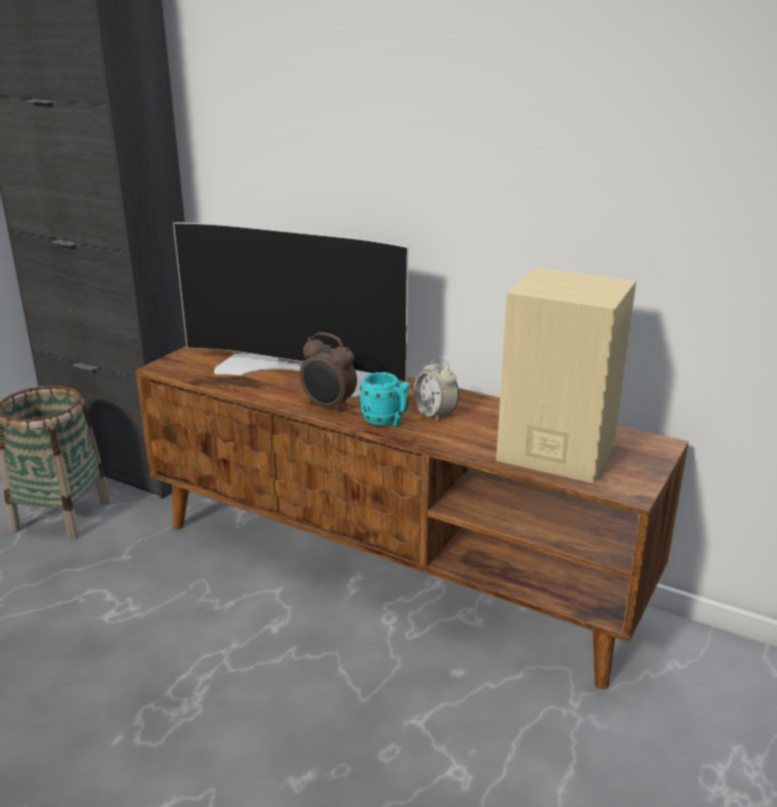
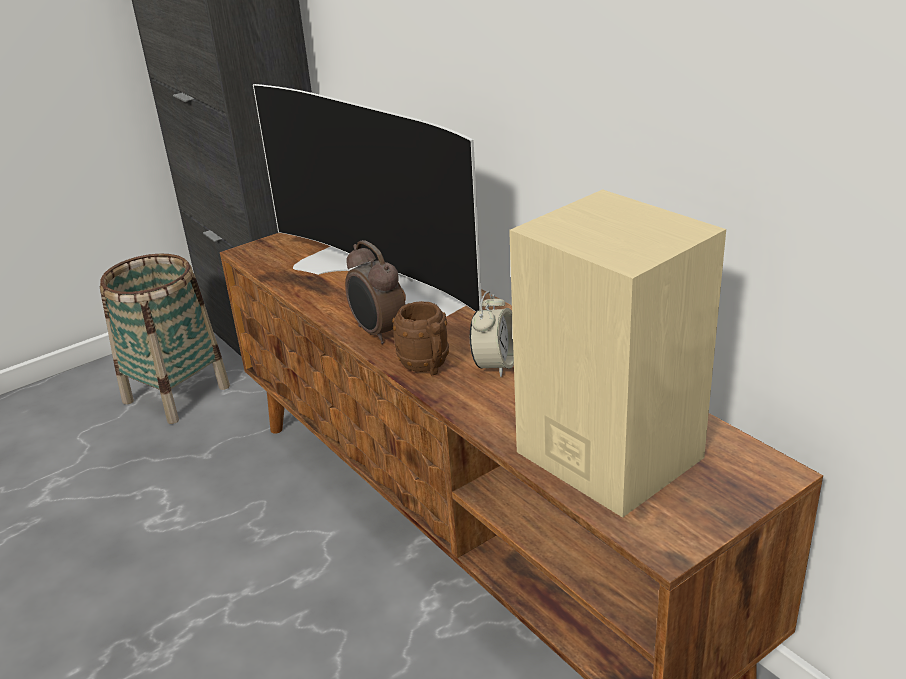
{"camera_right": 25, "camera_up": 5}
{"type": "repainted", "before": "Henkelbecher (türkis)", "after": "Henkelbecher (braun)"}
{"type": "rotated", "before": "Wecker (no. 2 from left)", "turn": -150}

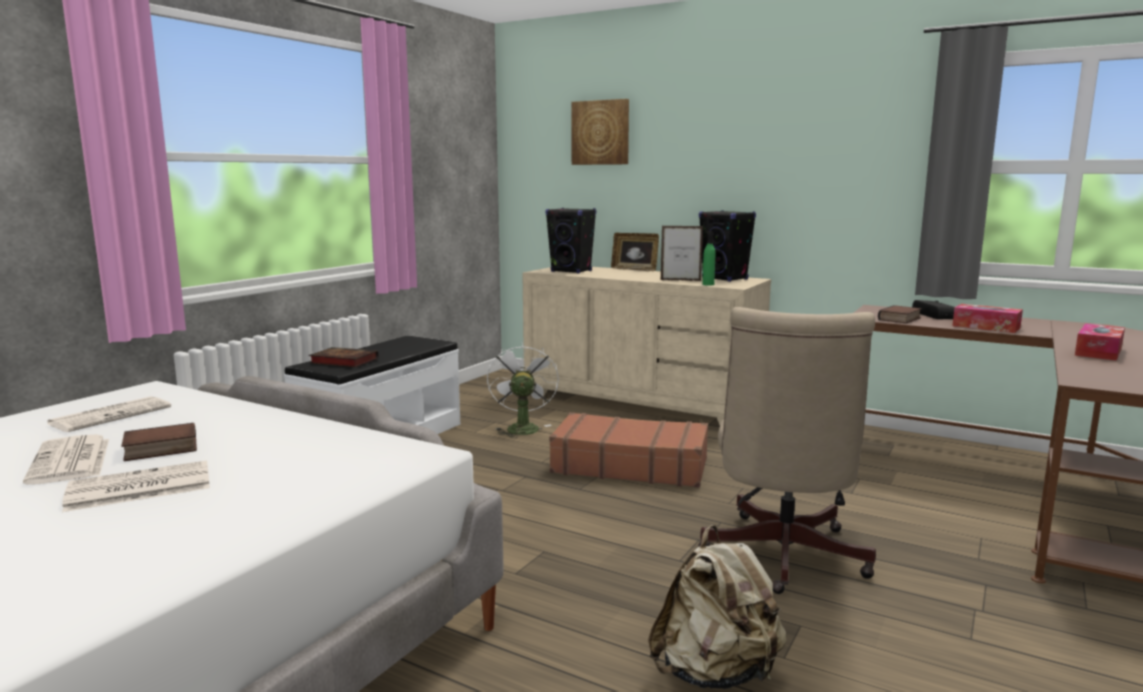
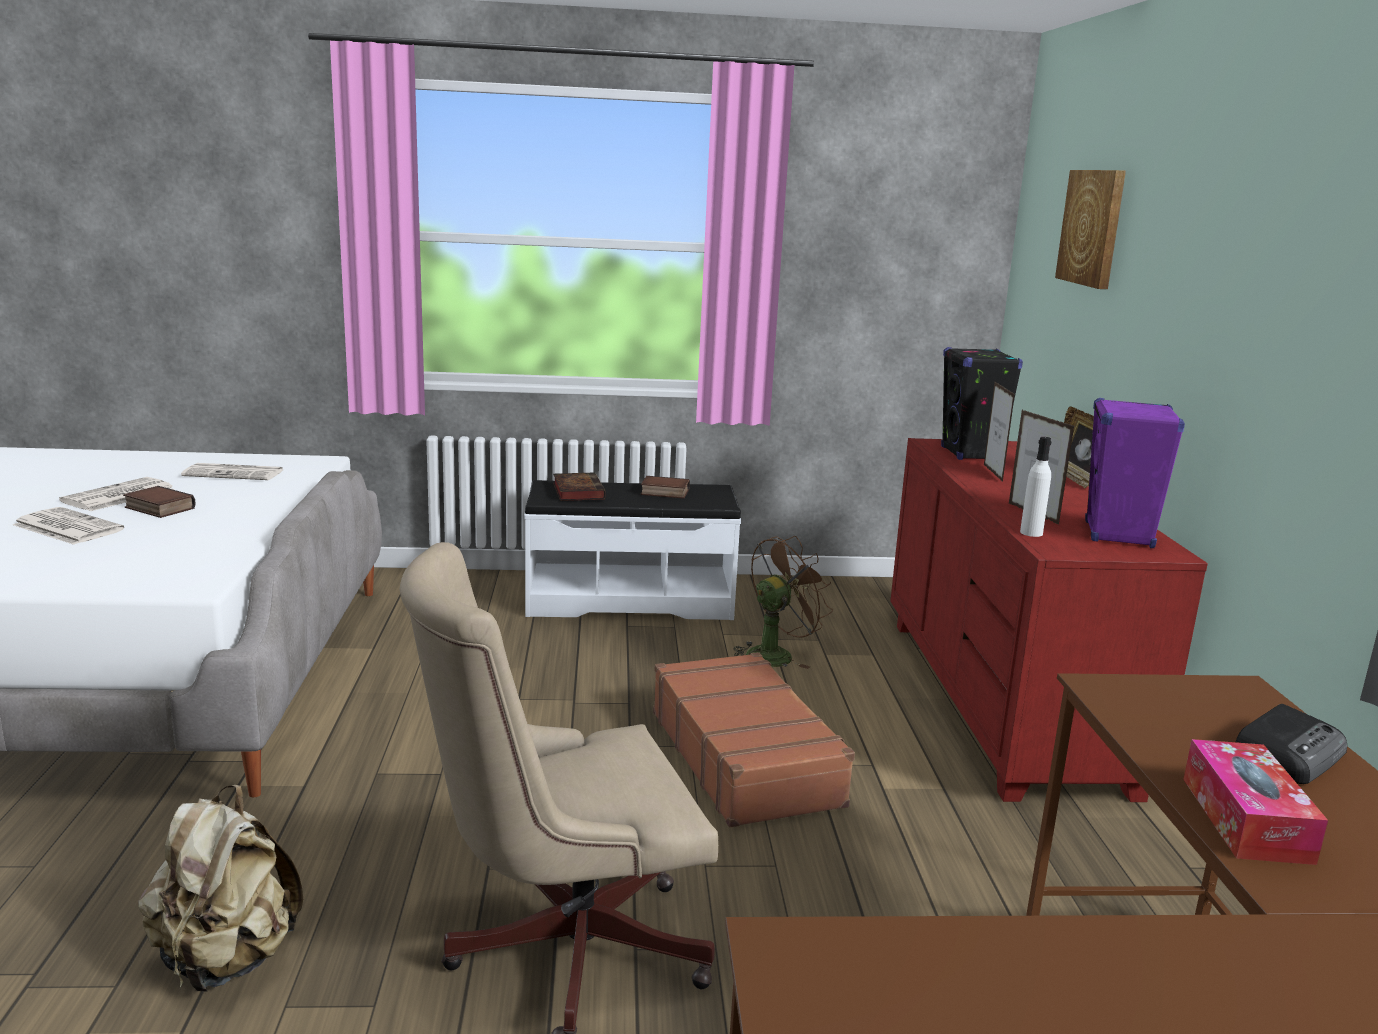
{"camera_right": 55, "camera_up": 5}
{"type": "shifted", "before": "Buch (no. 3 from left)"}
{"type": "repainted", "before": "Ventilator (weiß)", "after": "Ventilator (braun)"}
{"type": "repainted", "before": "Kommode (beige)", "after": "Kommode (rot)"}
{"type": "new", "after": "Bilderrahmen (no. 1 from left)"}
{"type": "repainted", "before": "Flasche (grün)", "after": "Flasche (weiß)"}
{"type": "repainted", "before": "Lautsprecher (schwarz) (no. 2 from left)", "after": "Lautsprecher (lila)"}
{"type": "gone", "before": "Taschentuchbox (no. 2 from left)"}

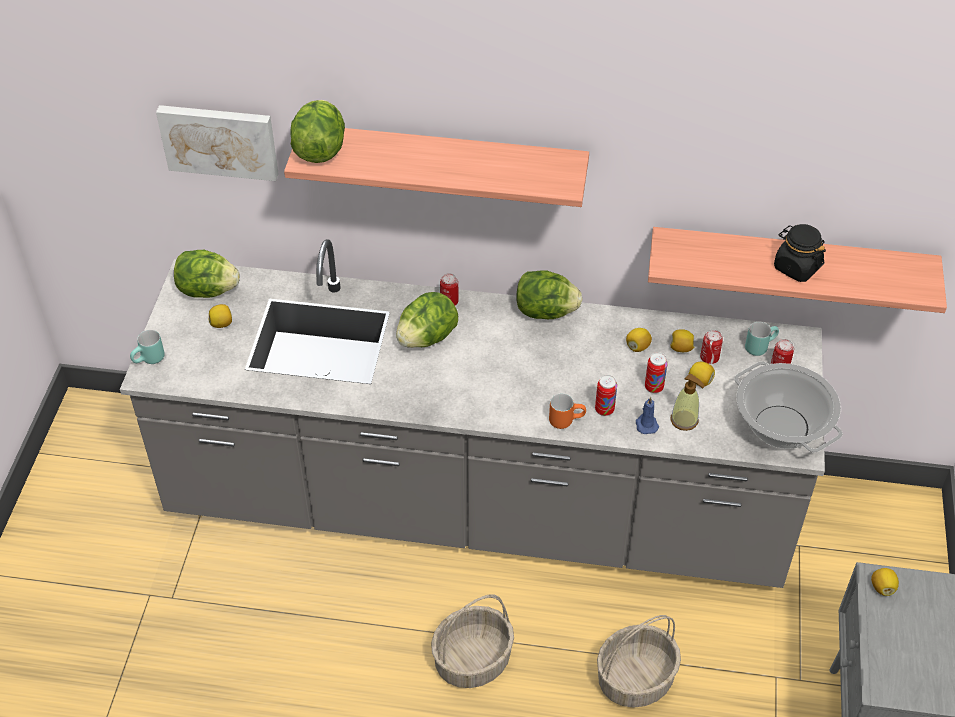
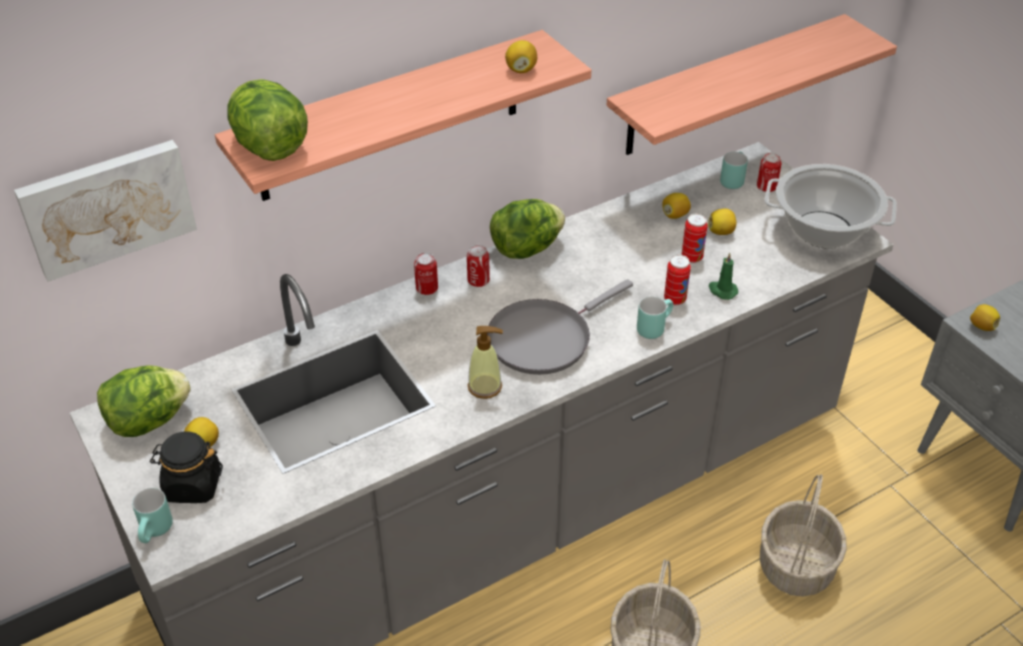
{"camera_right": -40, "camera_up": -5}
{"type": "shifted", "before": "Vorratsglas (schwarz)"}
{"type": "shifted", "before": "Dose (no. 4 from left in the first image)", "after": "Dose (no. 2 from left)"}
{"type": "shifted", "before": "Seifenspender"}
{"type": "new", "after": "Pfanne (grau)"}
{"type": "shifted", "before": "Zitrone (no. 2 from left)"}
{"type": "repainted", "before": "Henkelbecher (orange)", "after": "Henkelbecher (türkis) (no. 2 from left)"}
{"type": "repainted", "before": "Kerze (blau)", "after": "Kerze (grün)"}
{"type": "gone", "before": "Salatkopf (no. 3 from left)"}

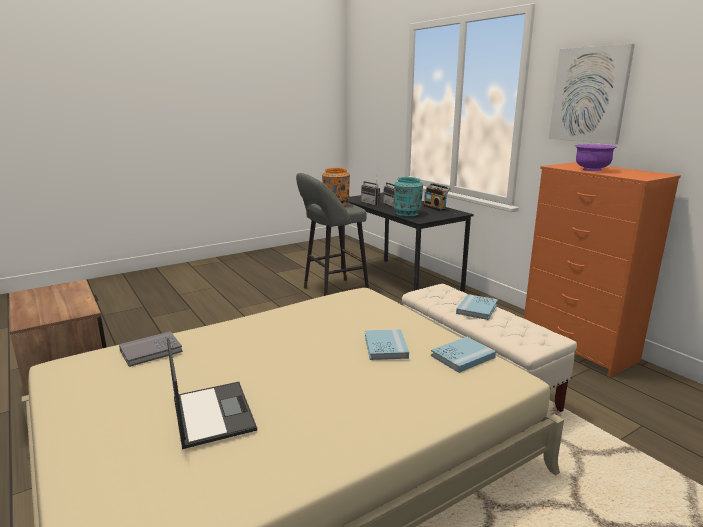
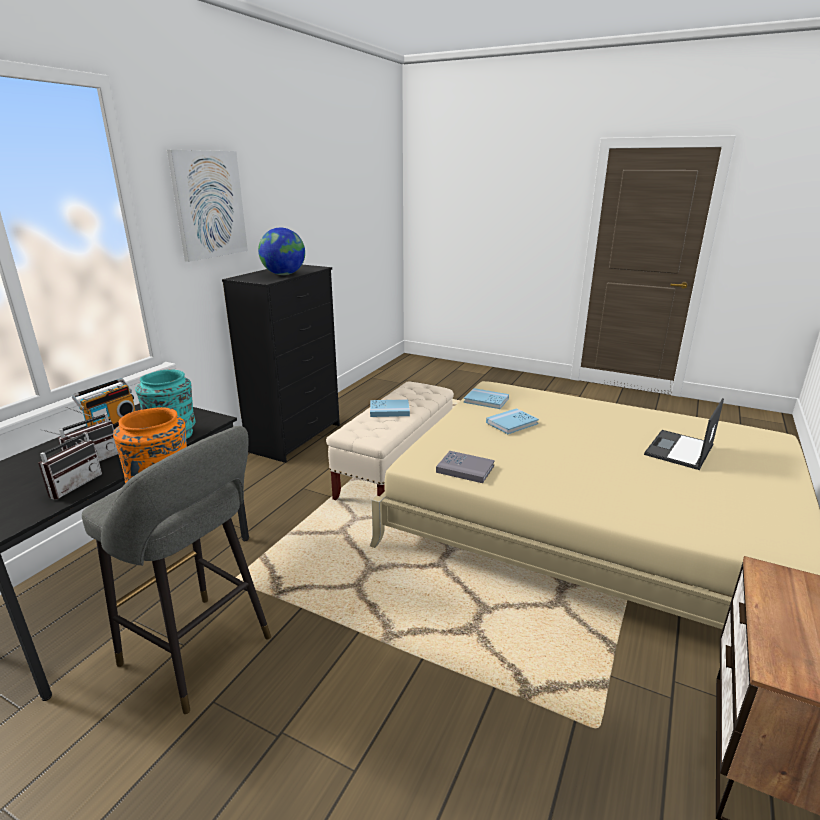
{"camera_right": -120, "camera_up": 5}
{"type": "repainted", "before": "Kommode (orange)", "after": "Kommode (schwarz)"}
{"type": "swapped", "before": "Schüssel (lila)", "after": "Globus"}
{"type": "shifted", "before": "Buch (grau)"}

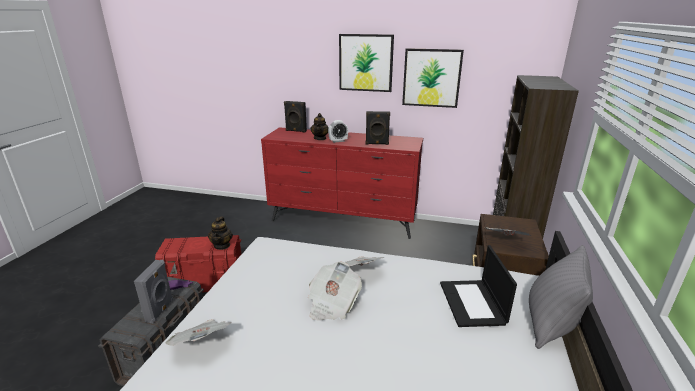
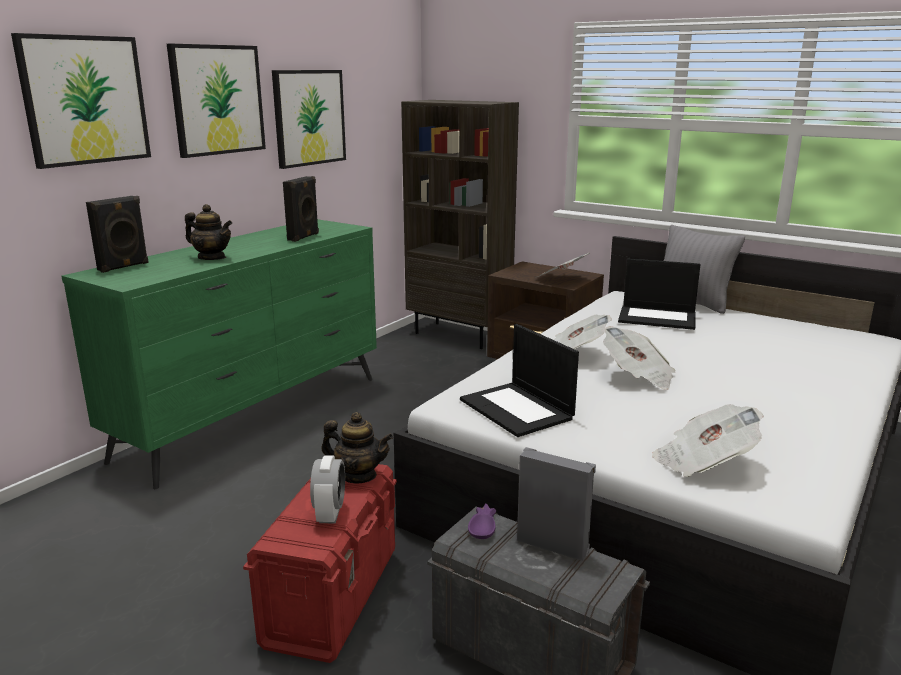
{"camera_right": -70, "camera_up": -5}
{"type": "new", "after": "Bild (no. 1 from left)"}
{"type": "repainted", "before": "Kommode (rot)", "after": "Kommode (grün)"}
{"type": "shifted", "before": "Wecker"}
{"type": "new", "after": "Laptop (no. 1 from left)"}

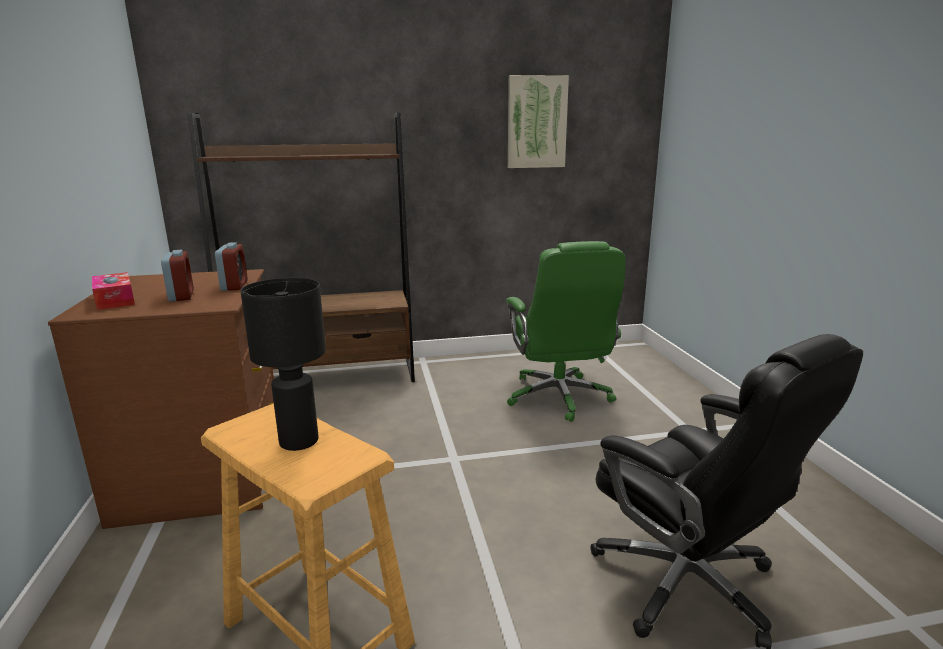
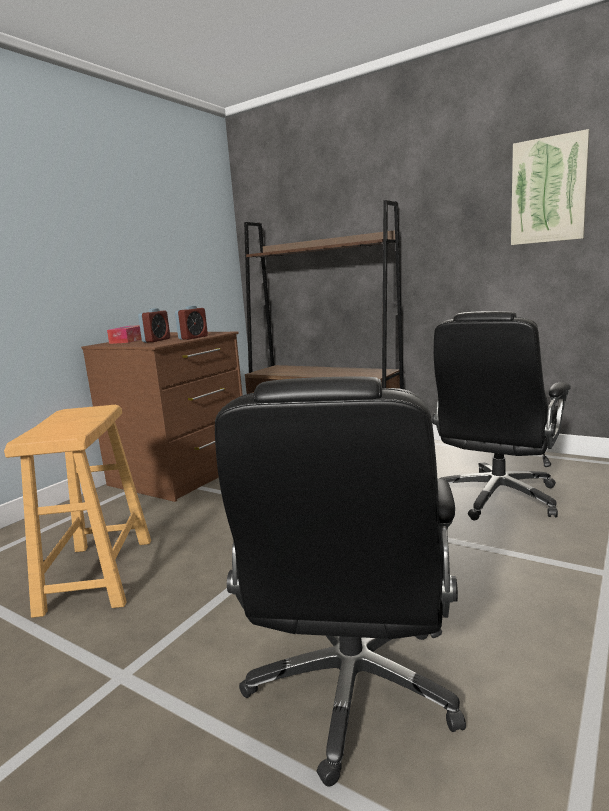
{"camera_right": 45, "camera_up": -5}
{"type": "repainted", "before": "Bürostuhl (grün)", "after": "Bürostuhl (schwarz) (no. 2 from left)"}
{"type": "gone", "before": "Tischlampe (schwarz)"}

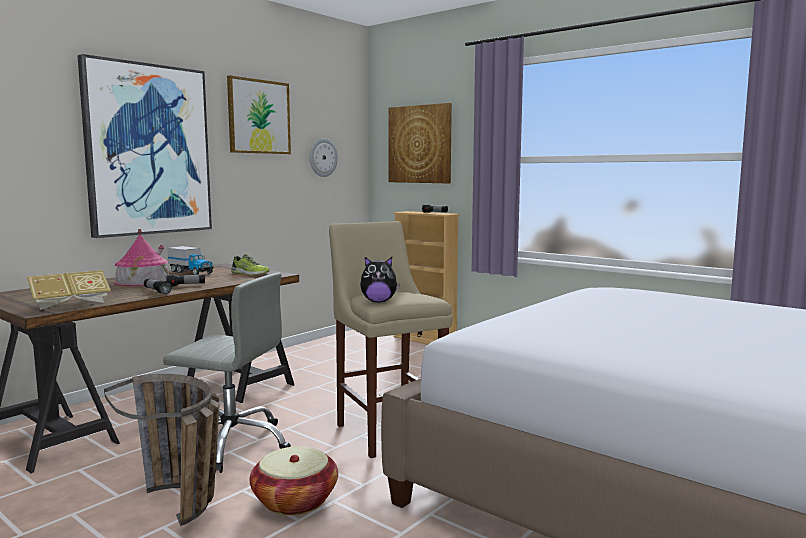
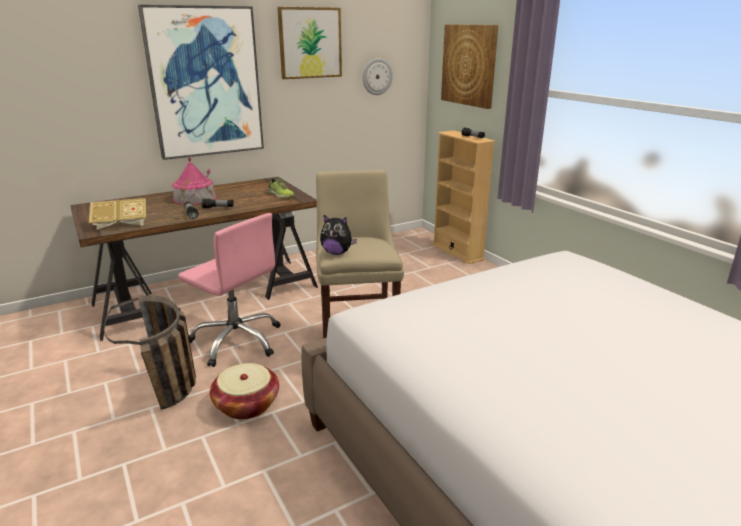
{"camera_right": 20, "camera_up": 15}
{"type": "repainted", "before": "Bürostuhl (grau)", "after": "Bürostuhl (rosa)"}
{"type": "gone", "before": "Spielzeuglaster"}

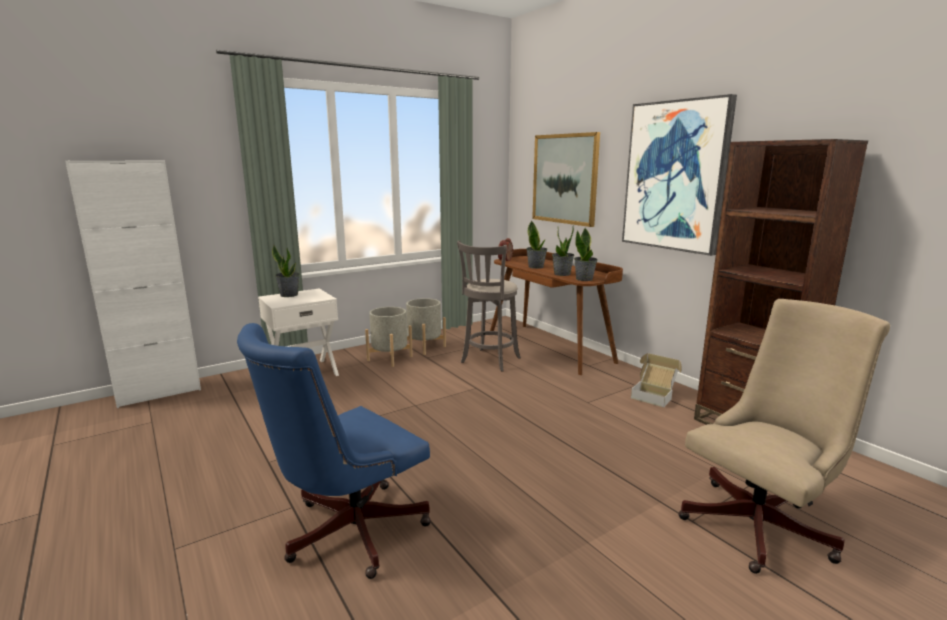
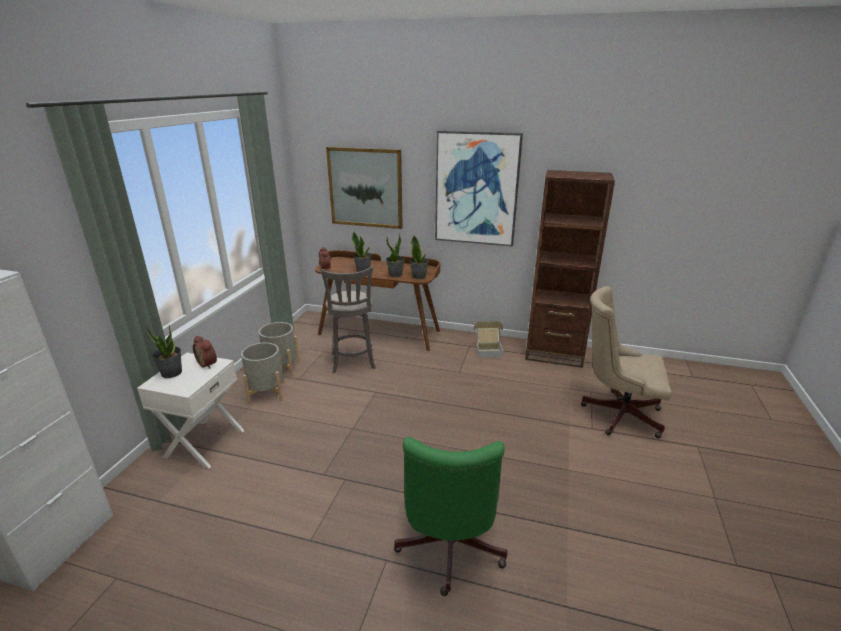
{"camera_right": -40, "camera_up": 10}
{"type": "new", "after": "Wecker (no. 1 from left)"}
{"type": "repainted", "before": "Bürostuhl (blau)", "after": "Bürostuhl (grün)"}
{"type": "rotated", "before": "Bürostuhl (beige)", "turn": -90}

